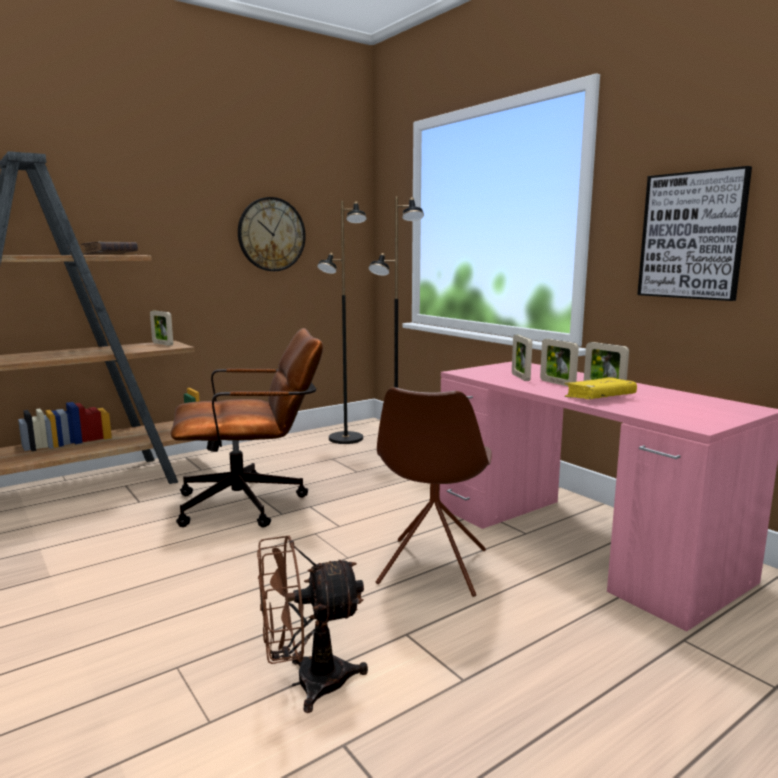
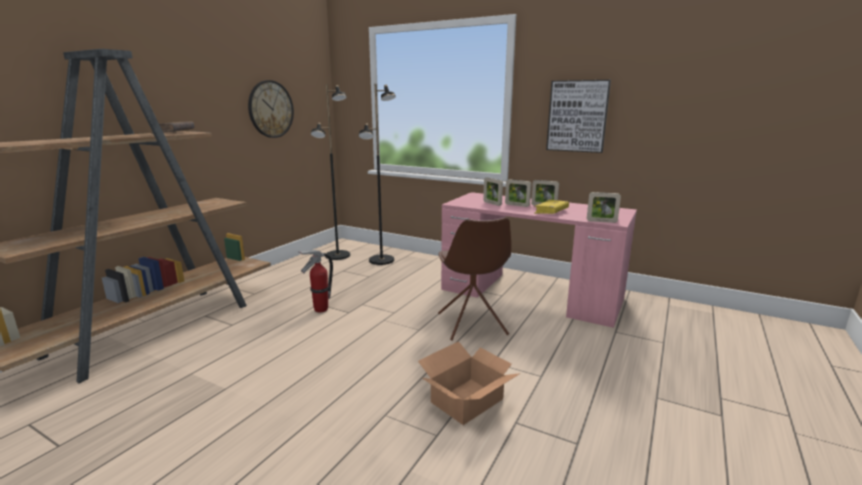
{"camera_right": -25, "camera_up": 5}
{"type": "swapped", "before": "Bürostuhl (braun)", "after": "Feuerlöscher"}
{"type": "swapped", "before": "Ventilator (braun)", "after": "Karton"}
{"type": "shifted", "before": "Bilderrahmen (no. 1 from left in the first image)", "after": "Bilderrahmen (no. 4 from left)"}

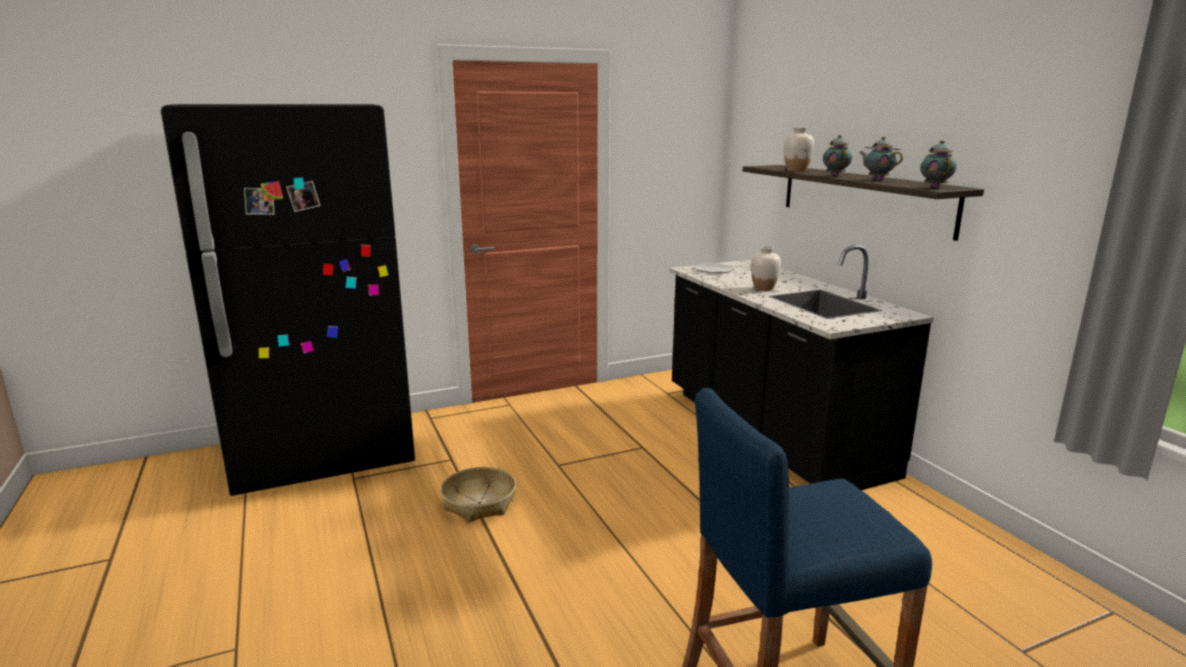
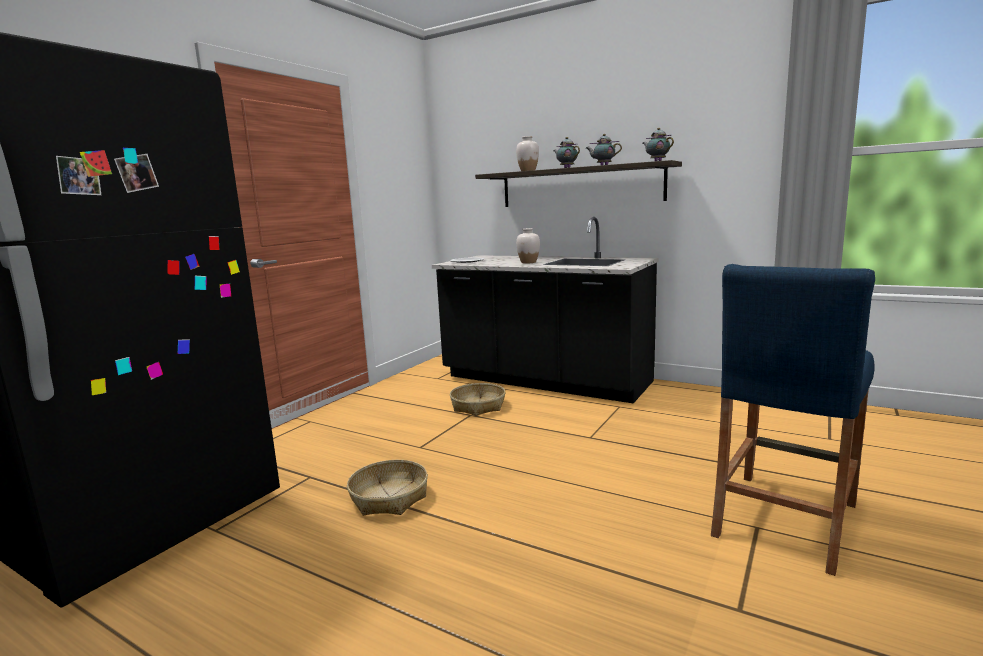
{"camera_right": -35, "camera_up": -5}
{"type": "new", "after": "Korb (no. 2 from left)"}

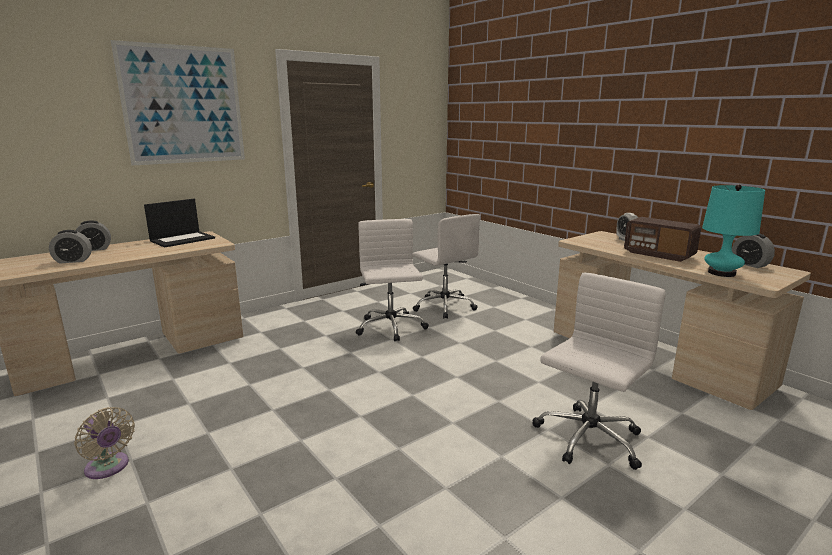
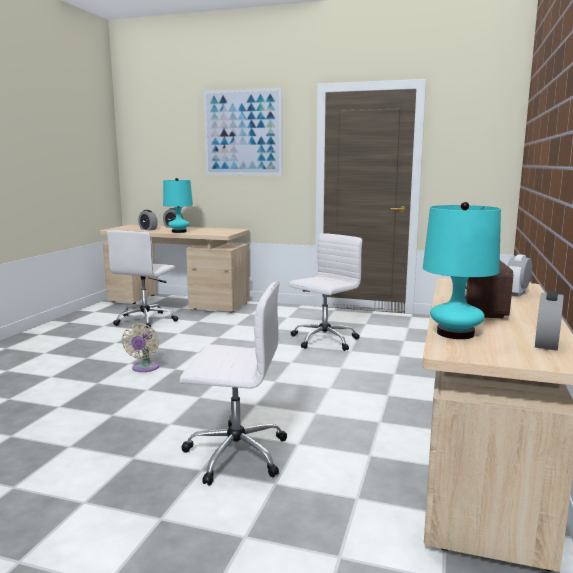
{"camera_right": 55, "camera_up": -5}
{"type": "shifted", "before": "Bürostuhl (weiß) (no. 2 from left in the first image)", "after": "Bürostuhl (weiß) (no. 1 from left)"}
{"type": "shifted", "before": "Ventilator (beige)"}
{"type": "new", "after": "Tischlampe (türkis) (no. 1 from left)"}
{"type": "gone", "before": "Laptop"}

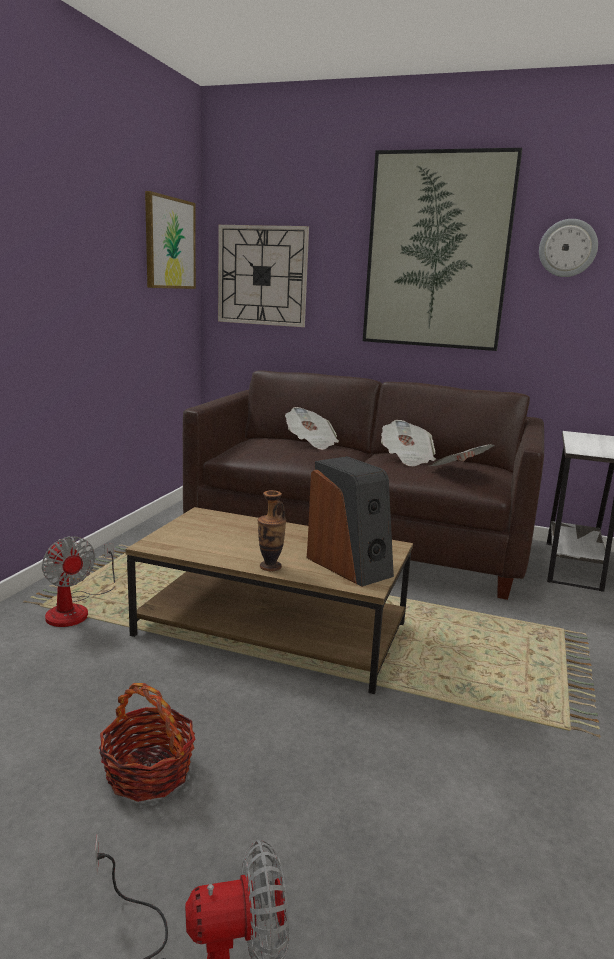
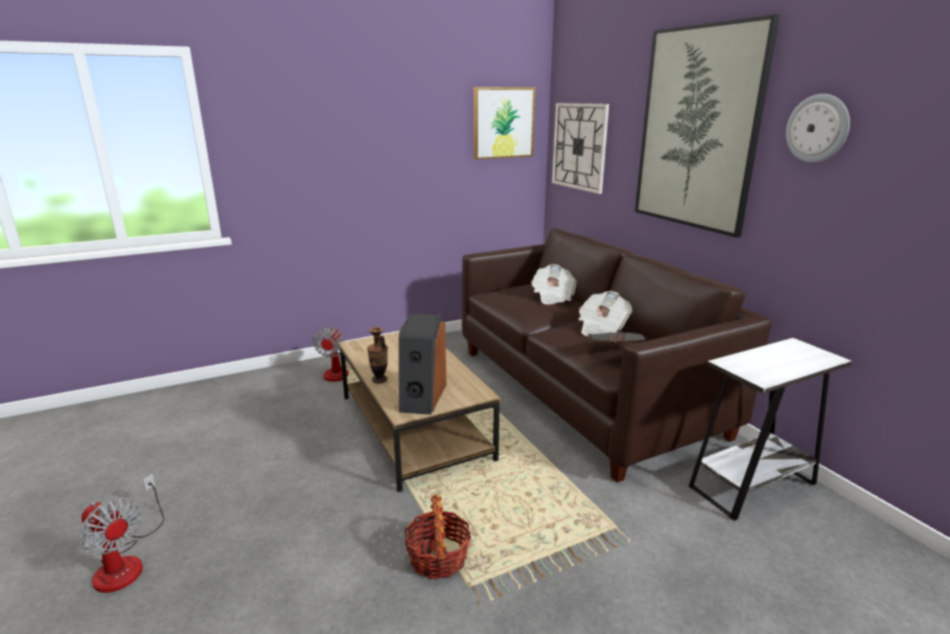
{"camera_right": 45, "camera_up": 5}
{"type": "shifted", "before": "Korb"}

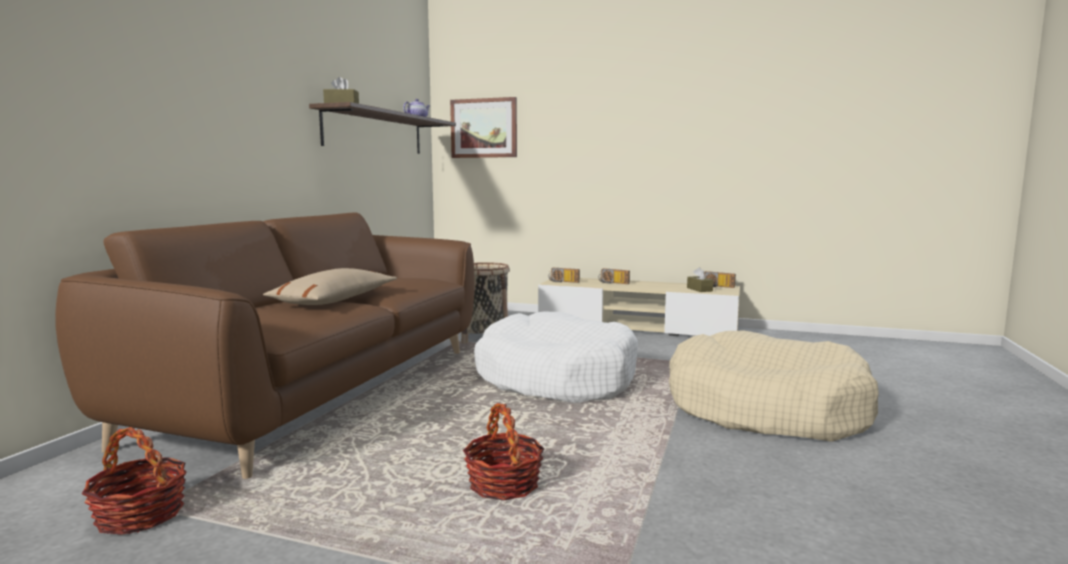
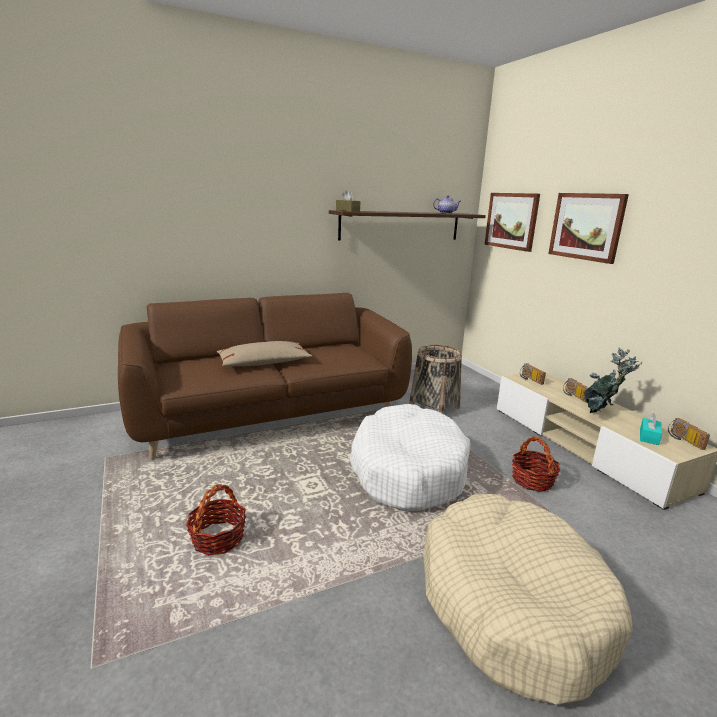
{"camera_right": 45, "camera_up": 10}
{"type": "shifted", "before": "Korb (no. 1 from left in the first image)", "after": "Korb (no. 3 from left)"}
{"type": "new", "after": "Bild (no. 2 from left)"}
{"type": "new", "after": "Topfpflanze"}
{"type": "repainted", "before": "Taschentuchbox (braun) (no. 2 from left)", "after": "Taschentuchbox (türkis)"}

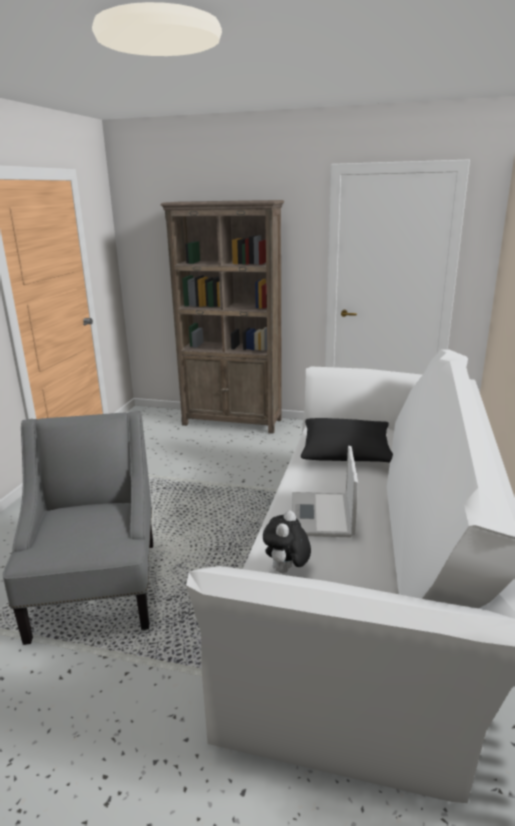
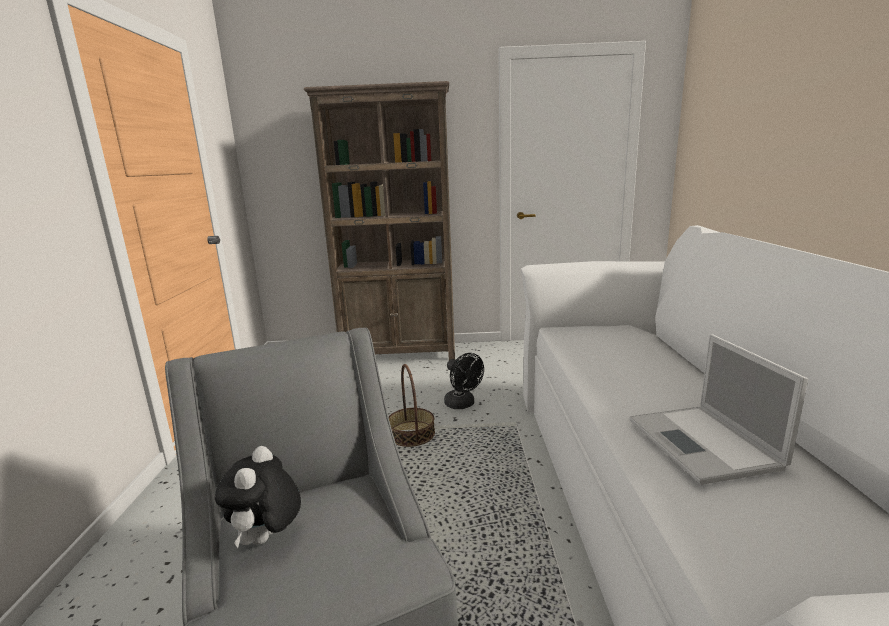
{"camera_right": -15, "camera_up": -5}
{"type": "shifted", "before": "Plüschtier"}
{"type": "new", "after": "Korb"}
{"type": "new", "after": "Ventilator (schwarz)"}
{"type": "gone", "before": "Kissen (schwarz)"}

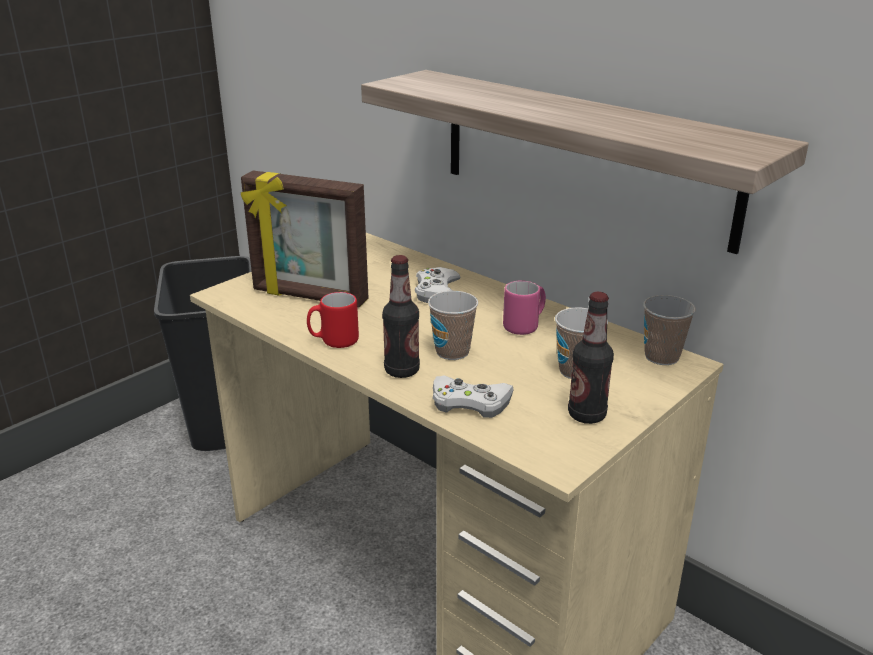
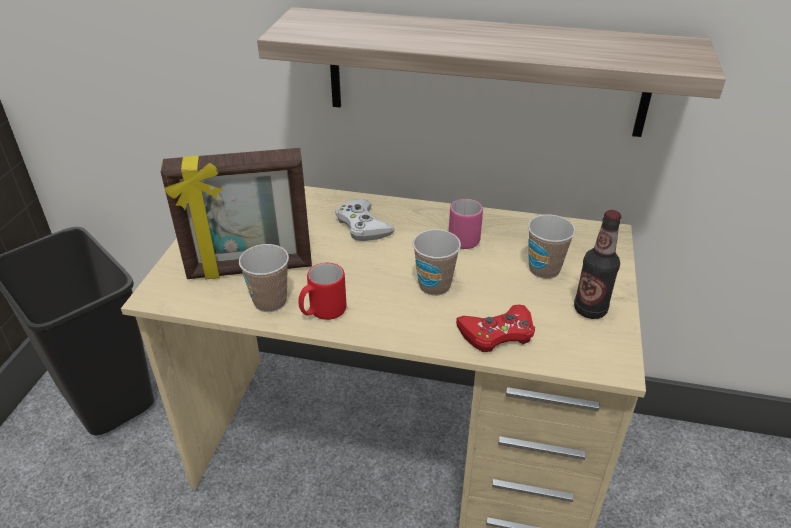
{"camera_right": -30, "camera_up": 10}
{"type": "shifted", "before": "Tasse (no. 3 from left in the first image)", "after": "Tasse (no. 1 from left)"}
{"type": "repainted", "before": "Gamepad (weiß) (no. 2 from left)", "after": "Gamepad (rot)"}
{"type": "gone", "before": "Flasche (no. 1 from left)"}

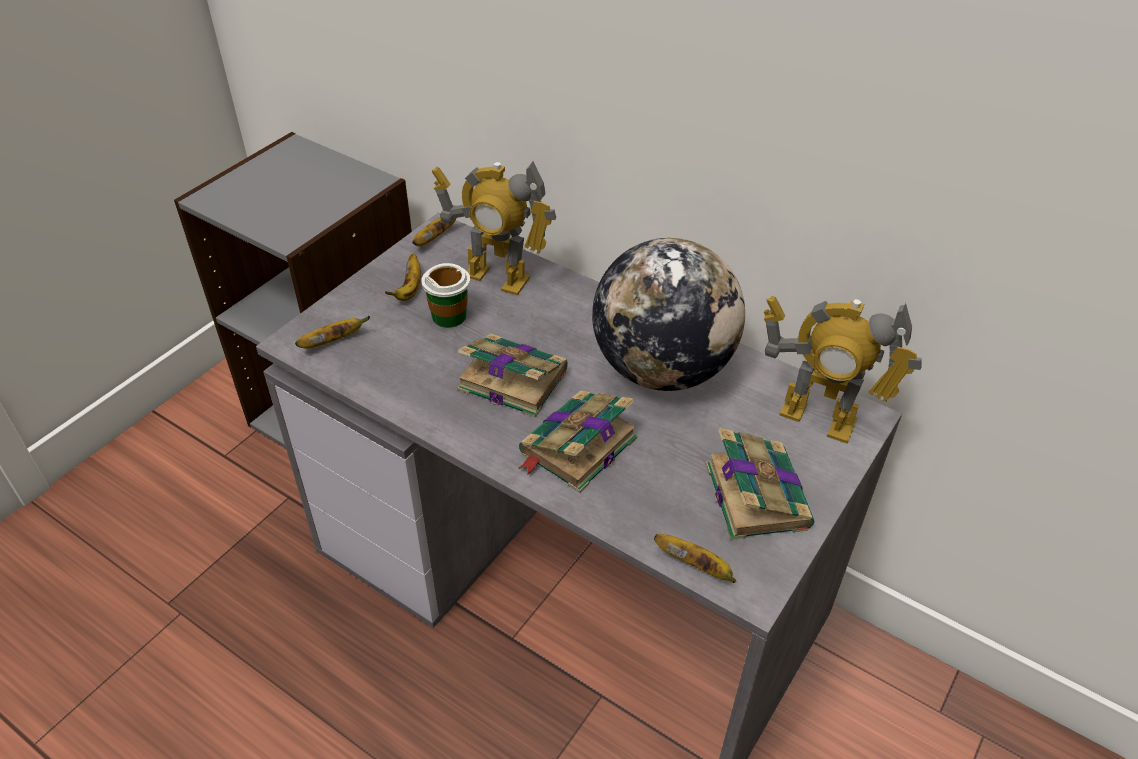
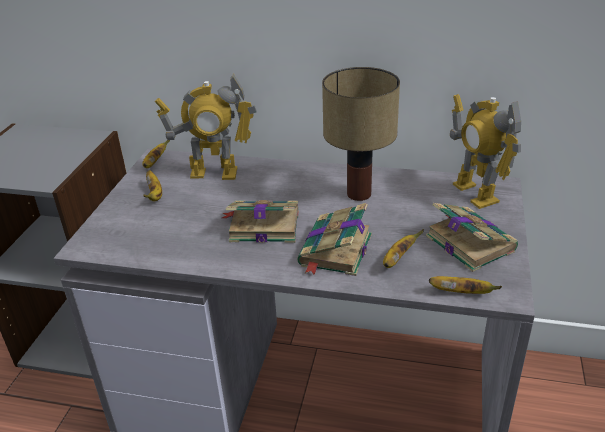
{"camera_right": -20, "camera_up": -10}
{"type": "swapped", "before": "Globus", "after": "Tischlampe"}
{"type": "shifted", "before": "Banane (no. 1 from left in the first image)", "after": "Banane (no. 3 from left)"}
{"type": "rotated", "before": "Spielzeugroboter (no. 2 from left)", "turn": 60}
{"type": "gone", "before": "Tasse"}

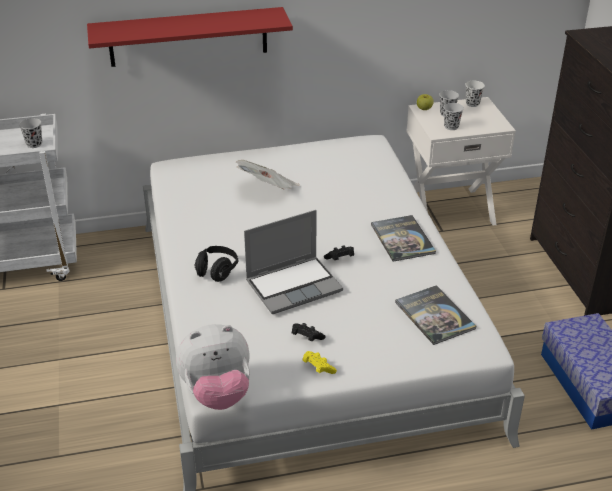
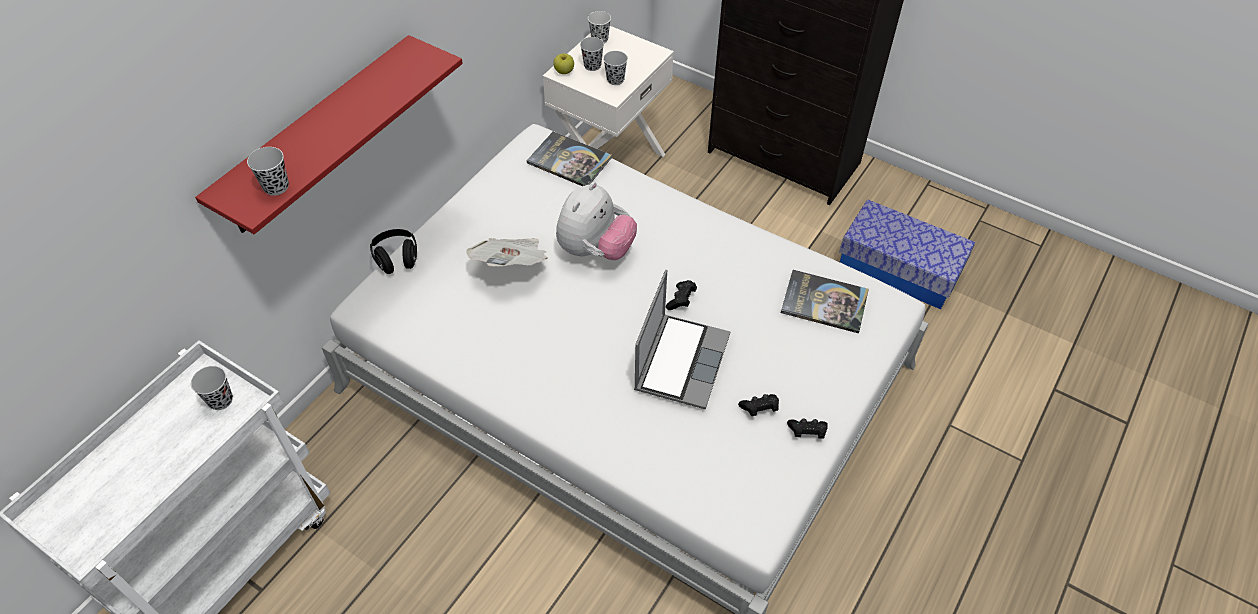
{"camera_right": -45, "camera_up": 15}
{"type": "new", "after": "Tasse (schwarz) (no. 2 from left)"}
{"type": "shifted", "before": "Kopfhörer (schwarz)"}
{"type": "shifted", "before": "Buch (no. 1 from left)"}
{"type": "shifted", "before": "Plüschtier"}
{"type": "repainted", "before": "Gamepad (gelb)", "after": "Gamepad (schwarz) (no. 3 from left)"}

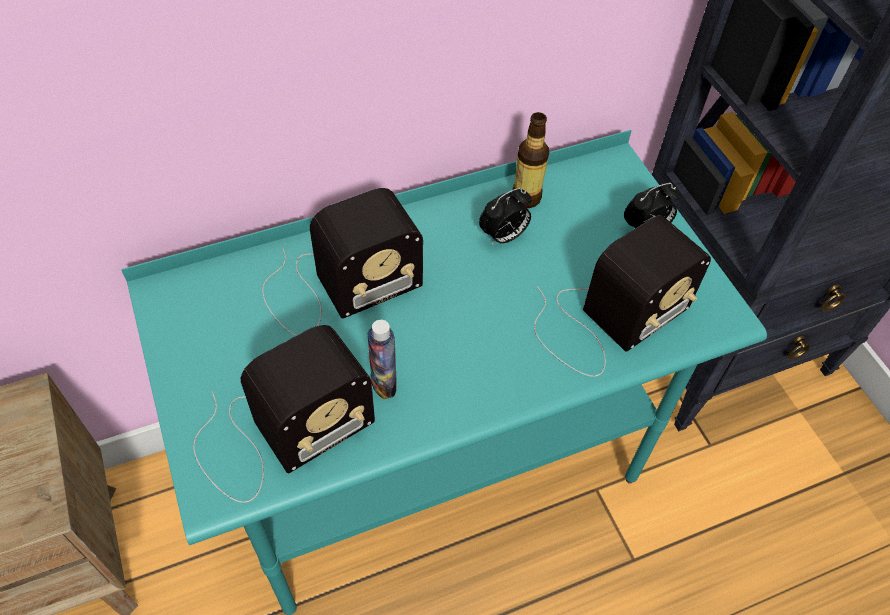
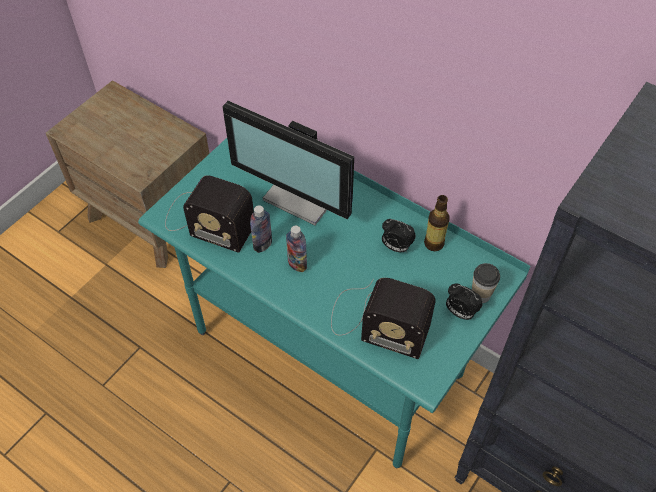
{"camera_right": 60, "camera_up": 0}
{"type": "swapped", "before": "Radio (no. 2 from left)", "after": "Monitor"}
{"type": "new", "after": "Flasche (no. 2 from left)"}
{"type": "new", "after": "Tasse"}

